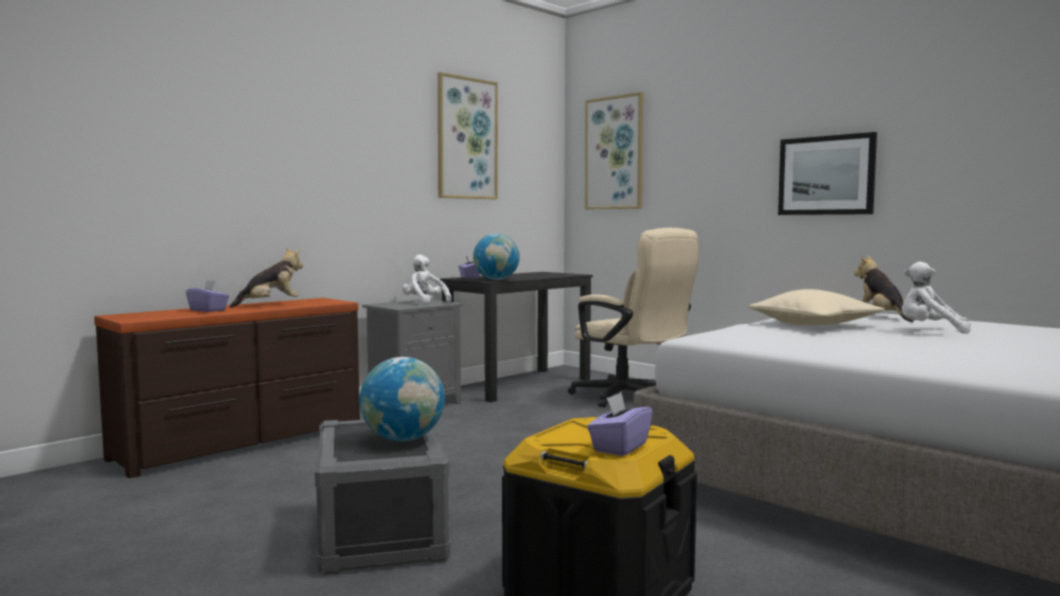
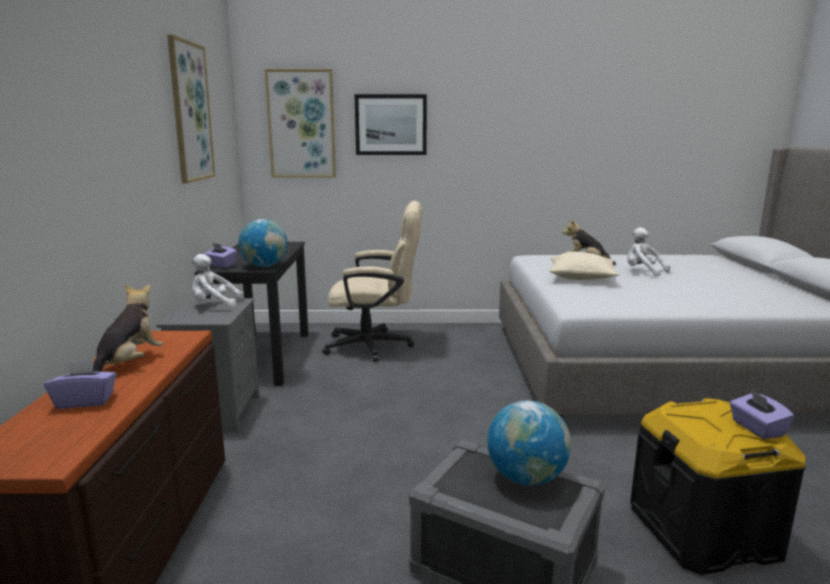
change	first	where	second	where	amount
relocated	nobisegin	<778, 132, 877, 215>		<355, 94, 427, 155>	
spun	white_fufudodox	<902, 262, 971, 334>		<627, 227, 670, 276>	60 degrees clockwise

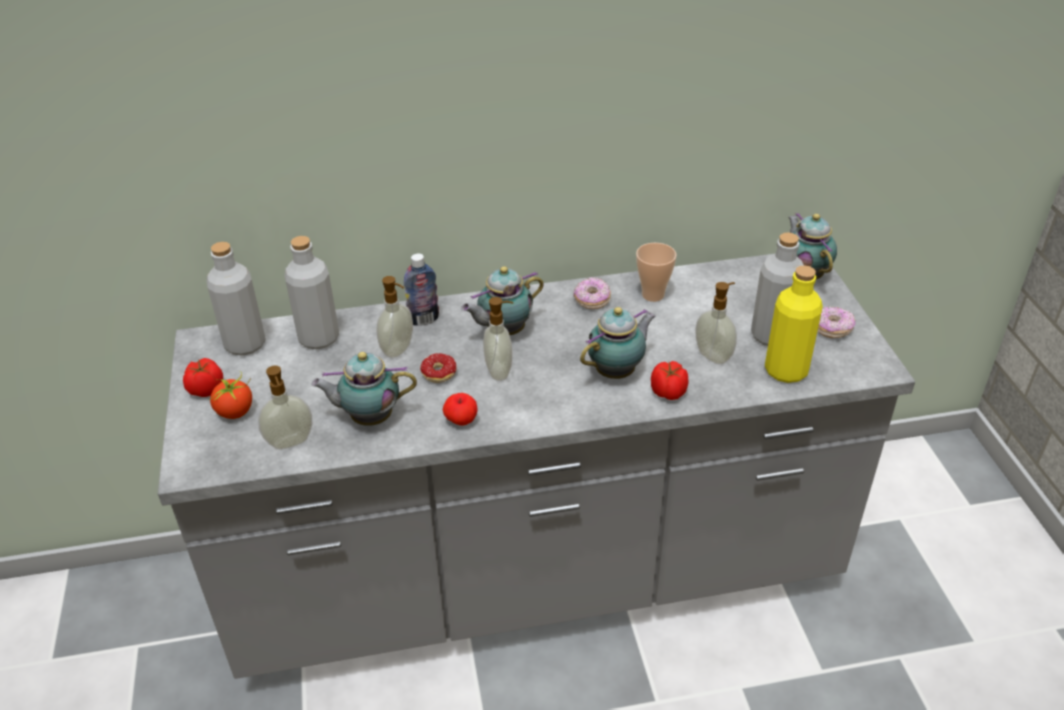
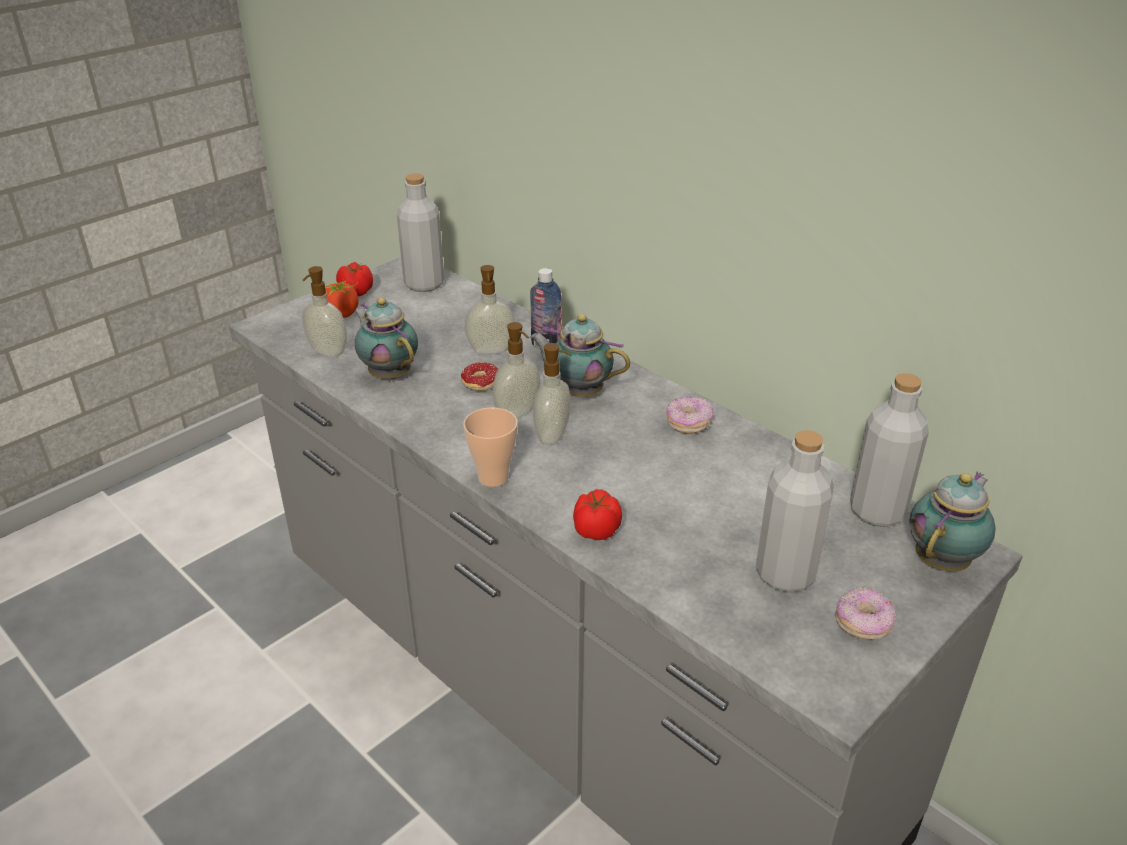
change	first	where	second	where	amount
relocated	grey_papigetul	<284, 236, 339, 349>		<850, 373, 929, 527>	
relocated	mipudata	<636, 243, 677, 302>		<463, 407, 518, 487>	
missing	yellow_papigetul	<765, 265, 823, 383>			
relocated	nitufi	<696, 282, 737, 364>		<533, 343, 572, 445>	
missing	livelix	<580, 307, 656, 379>			
missing	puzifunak	<443, 393, 477, 426>			

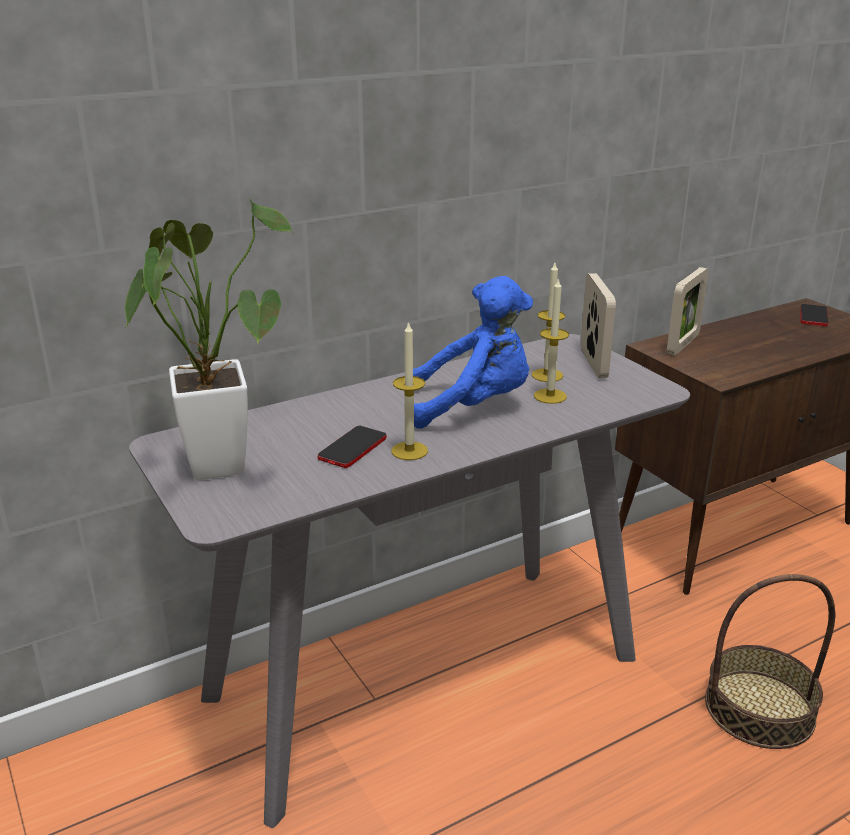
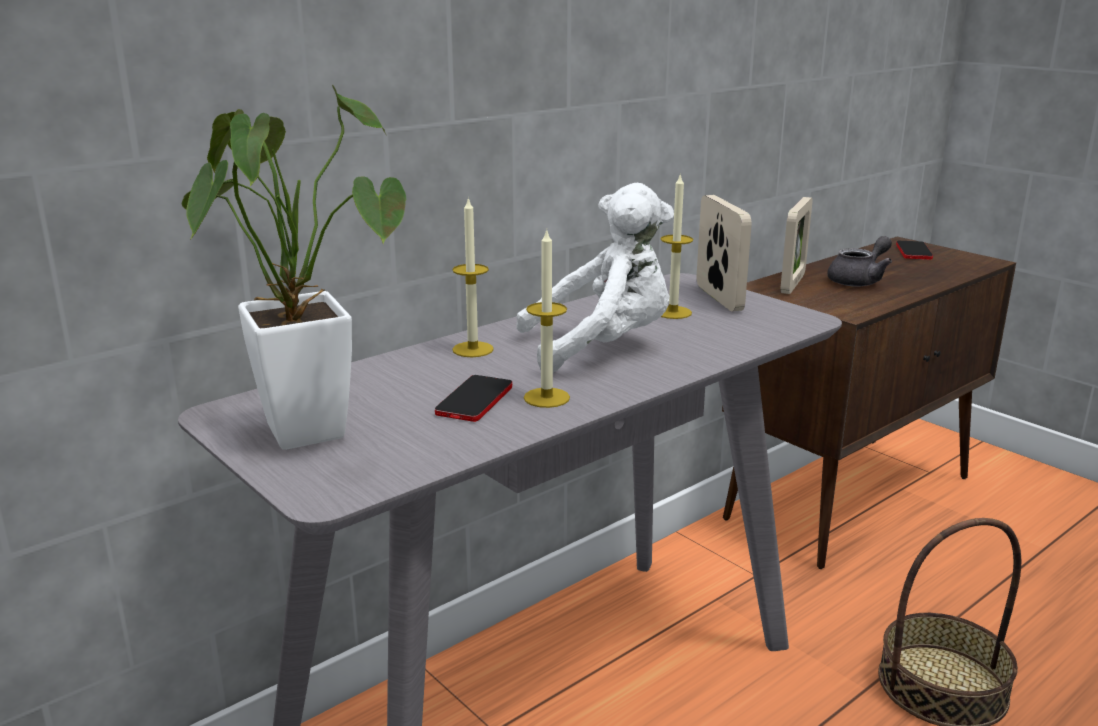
change	first	where	second	where	amount
colour	blue_fufudodox	<413, 276, 533, 429>	white_fufudodox	<516, 183, 674, 372>	
relocated	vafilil	<534, 277, 569, 404>		<452, 197, 494, 357>	
appeared			grey_livelix	<827, 236, 892, 287>	

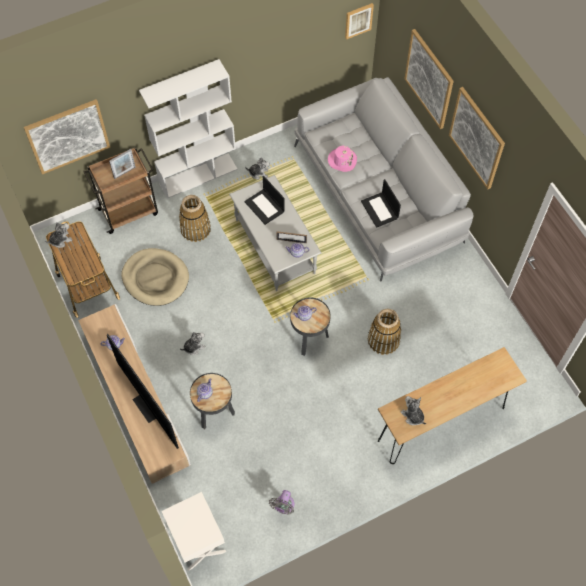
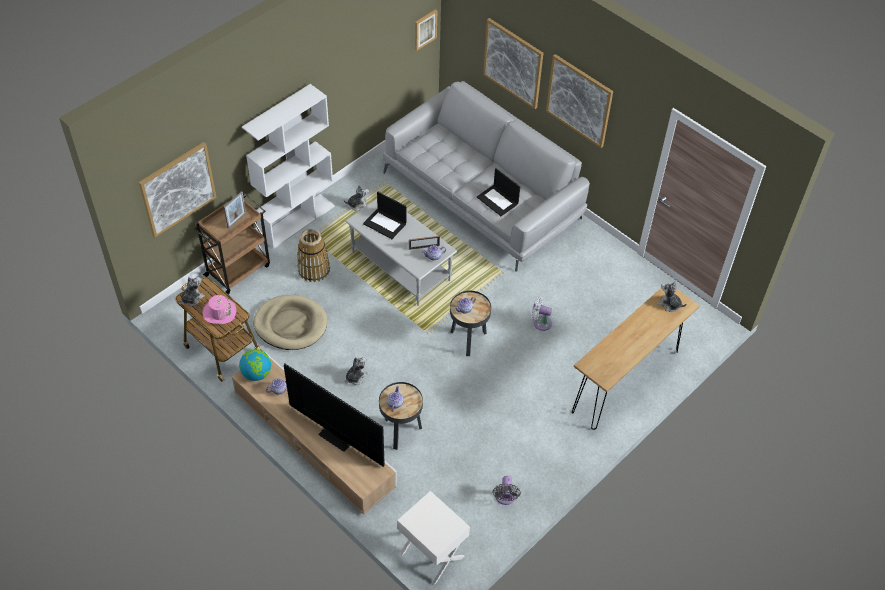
change	first	where	second	where	amount
relocated	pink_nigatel	<328, 146, 357, 172>		<202, 295, 236, 324>	
exchanged	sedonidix	<368, 308, 401, 355>	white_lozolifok	<531, 296, 552, 331>	
relocated	fufudodox	<400, 396, 426, 425>		<657, 280, 687, 312>	
appeared			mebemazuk	<239, 349, 271, 381>	

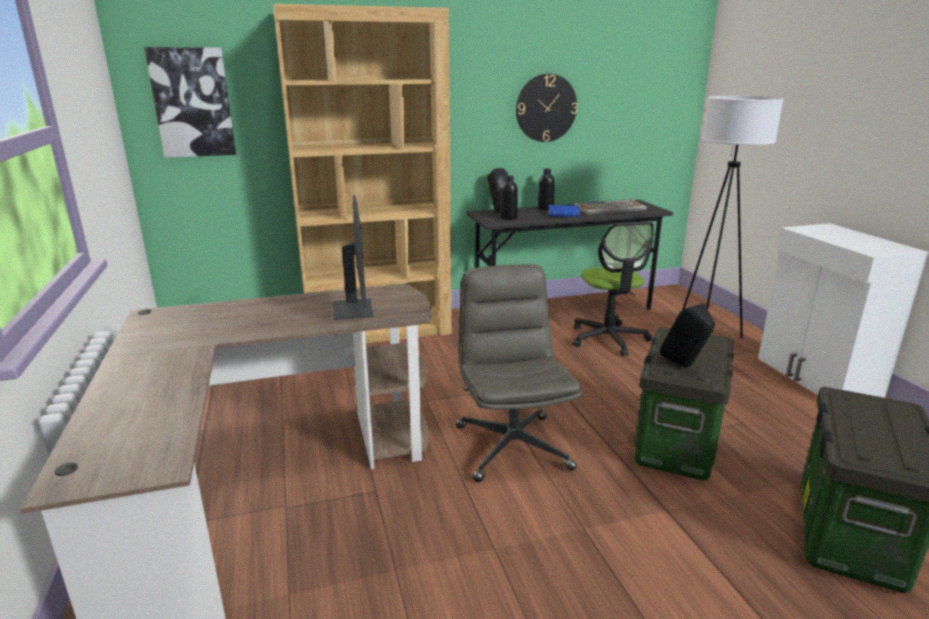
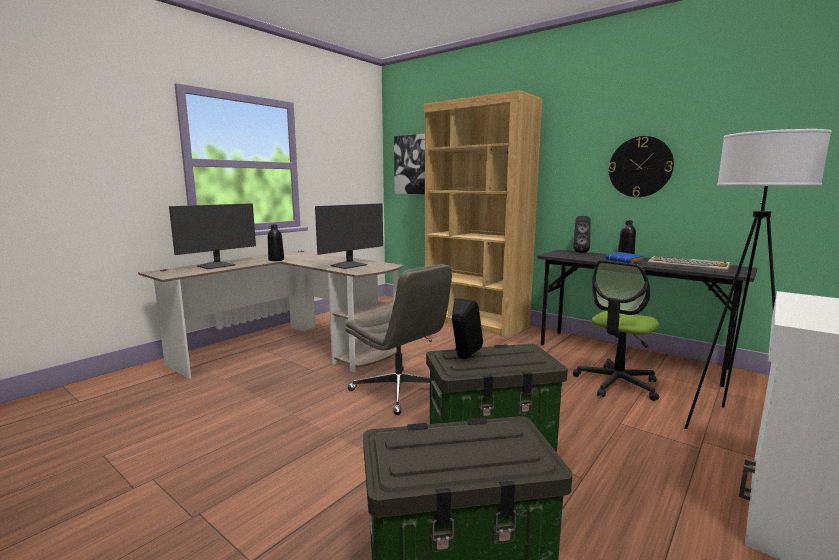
change	first	where	second	where	amount
relocated	black_papigetul	<500, 176, 518, 220>		<268, 224, 284, 261>	
spun	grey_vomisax	<456, 264, 582, 482>		<345, 264, 452, 415>	90 degrees clockwise
appeared			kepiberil	<169, 203, 256, 269>	

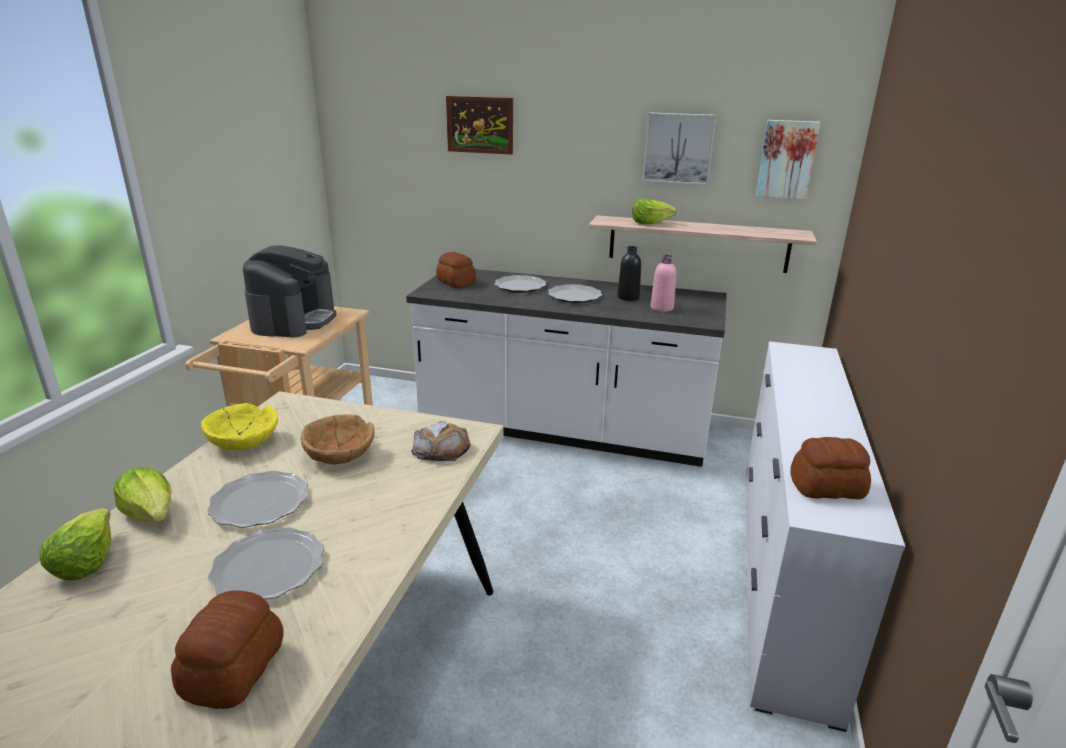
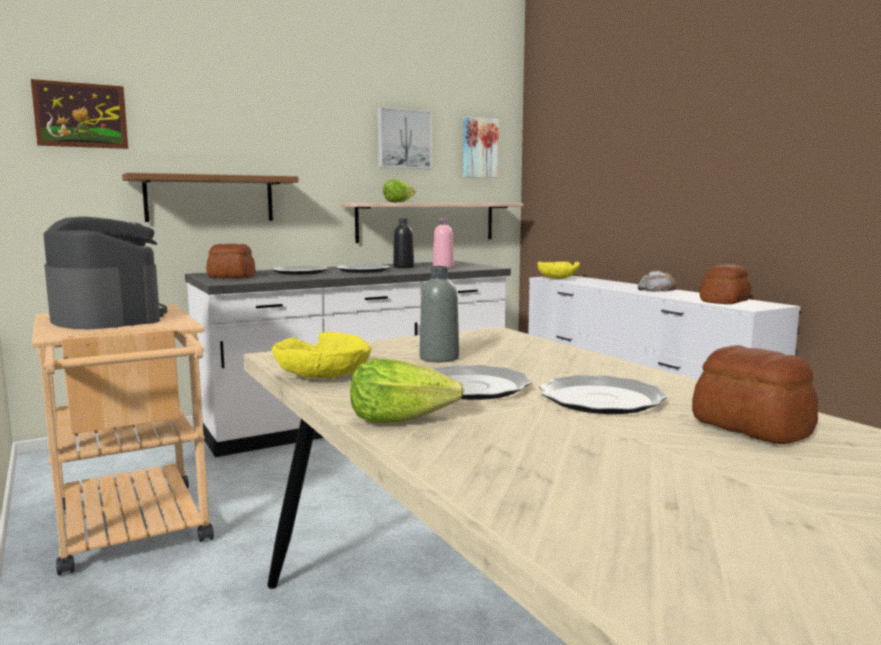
change	first	where	second	where	amount
relocated	nobisegin	<446, 96, 513, 155>		<31, 79, 128, 149>	
exchanged	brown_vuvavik	<300, 414, 374, 464>	grey_papigetul	<420, 266, 459, 362>	
relocated	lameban	<411, 421, 471, 461>		<638, 271, 678, 292>	
missing	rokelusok	<39, 508, 111, 580>			
appeared			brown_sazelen	<122, 173, 299, 222>	
appeared			yellow_vuvavik	<537, 262, 580, 279>	

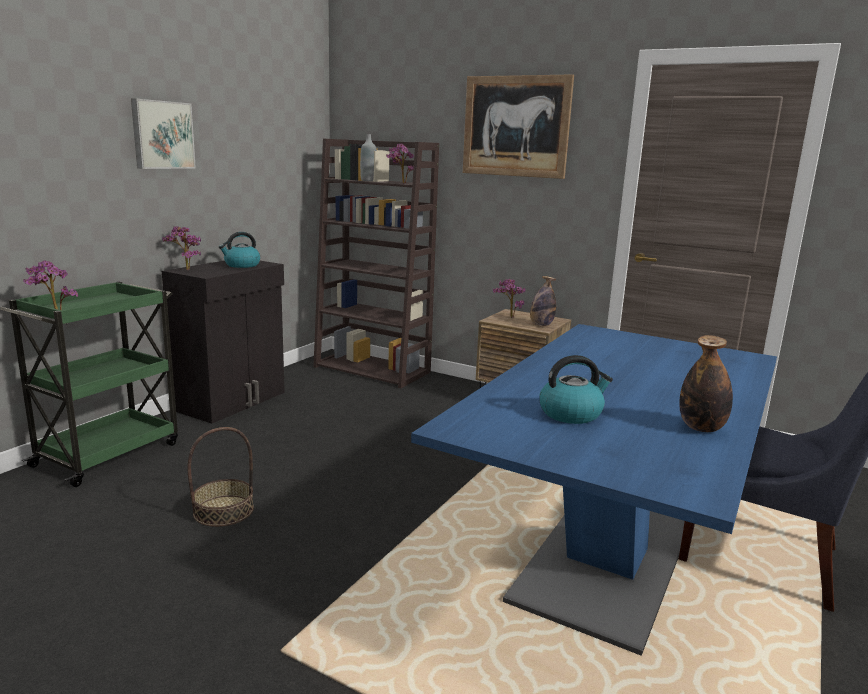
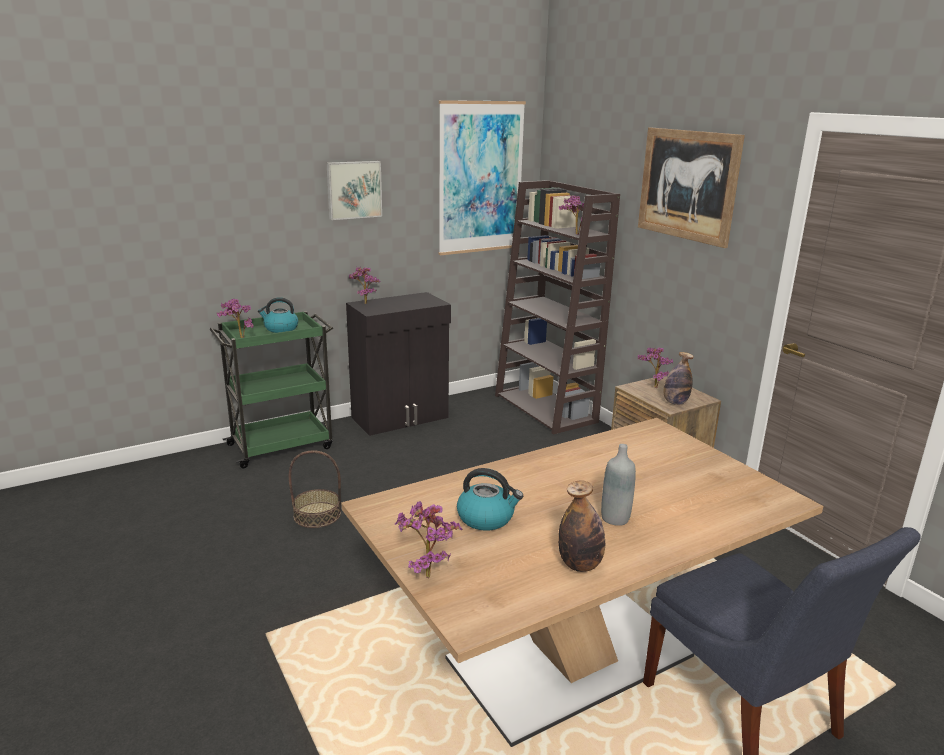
change	first	where	second	where	amount
relocated	grey_papigetul	<360, 134, 377, 181>		<601, 444, 636, 526>	
relocated	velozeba	<219, 232, 260, 268>		<258, 297, 298, 333>	
colour	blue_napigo	<411, 324, 777, 656>	brown_napigo	<341, 418, 823, 747>	
appeared			nobisegin	<439, 100, 526, 255>	
appeared			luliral	<395, 501, 462, 579>	

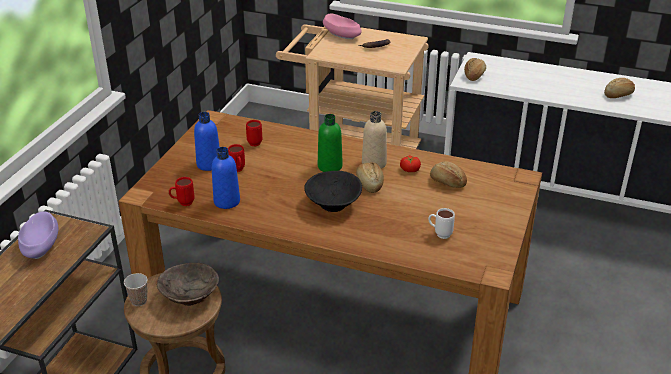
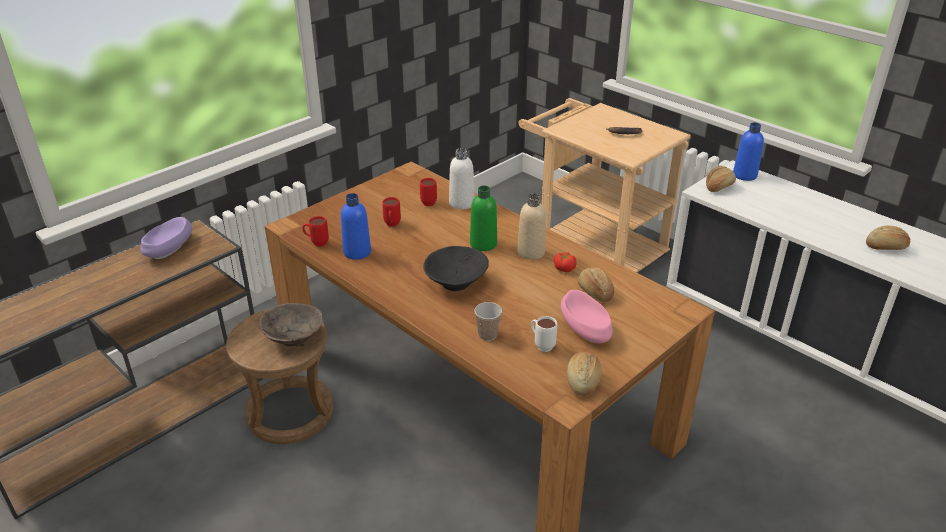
change	first	where	second	where	amount
relocated	pink_vuvavik	<323, 14, 362, 39>		<561, 290, 613, 343>	
relocated	blue_papigetul	<194, 112, 220, 171>		<733, 122, 764, 181>	
relocated	lameban	<356, 162, 384, 193>		<567, 352, 602, 396>	
relocated	mipudata	<124, 273, 148, 306>		<474, 302, 502, 341>	
appeared			white_papigetul	<449, 148, 475, 210>	

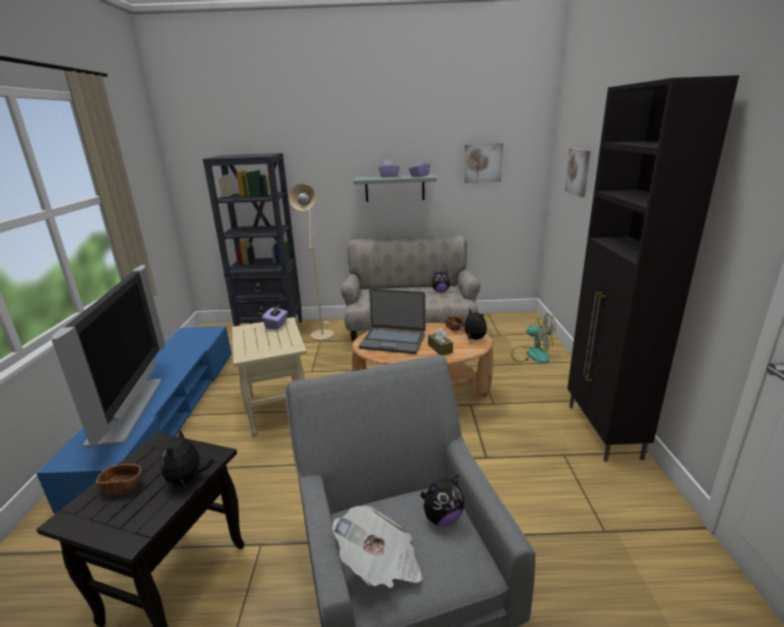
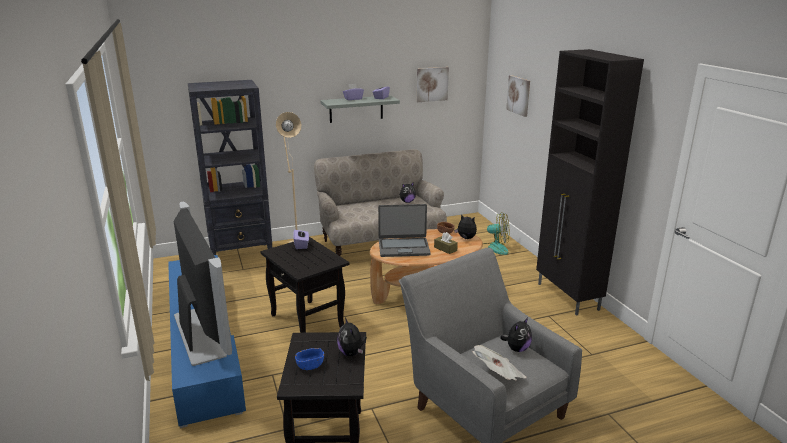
change	first	where	second	where	amount
colour	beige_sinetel	<232, 317, 307, 436>	black_sinetel	<260, 237, 350, 333>	
colour	brown_vuvavik	<96, 464, 142, 495>	blue_vuvavik	<295, 348, 324, 370>	

